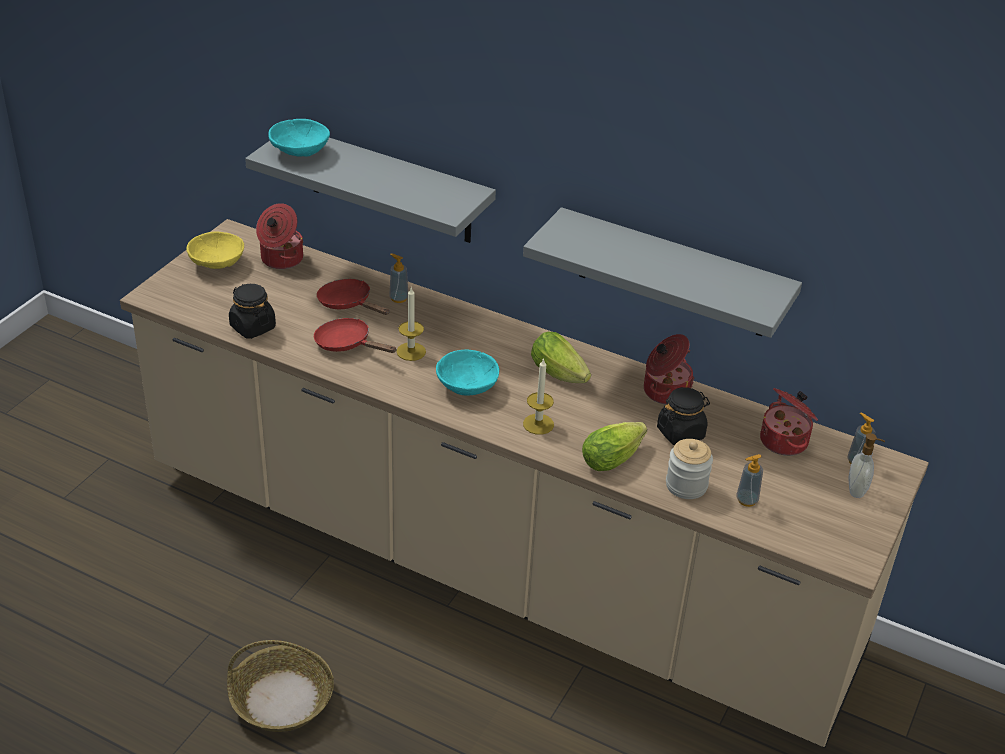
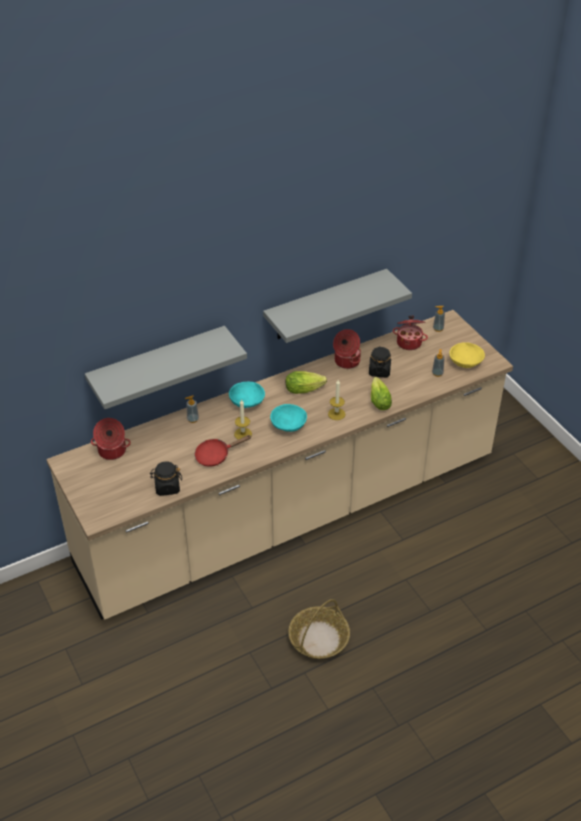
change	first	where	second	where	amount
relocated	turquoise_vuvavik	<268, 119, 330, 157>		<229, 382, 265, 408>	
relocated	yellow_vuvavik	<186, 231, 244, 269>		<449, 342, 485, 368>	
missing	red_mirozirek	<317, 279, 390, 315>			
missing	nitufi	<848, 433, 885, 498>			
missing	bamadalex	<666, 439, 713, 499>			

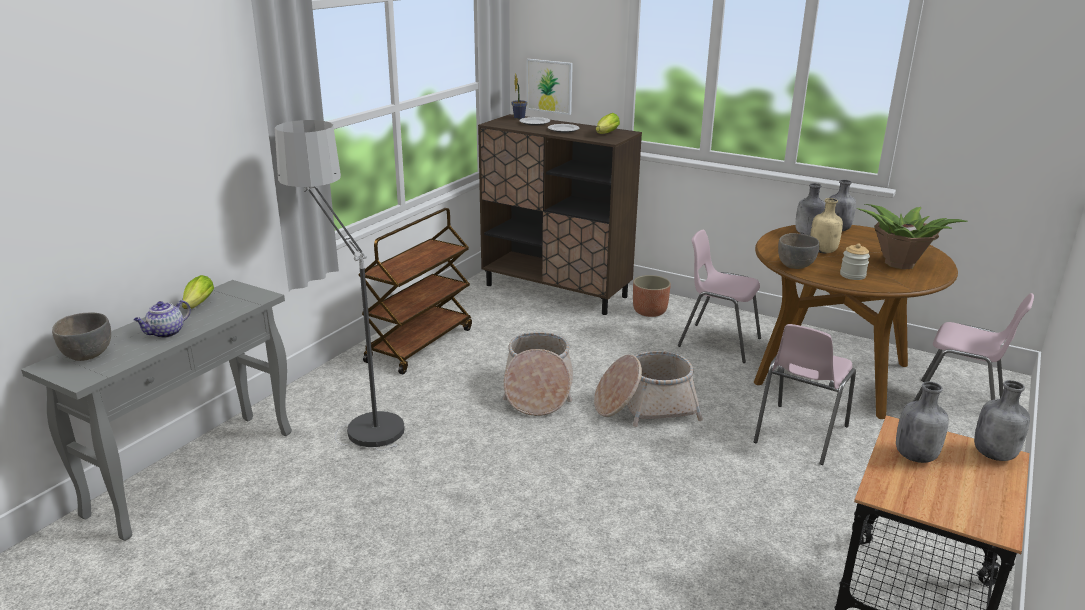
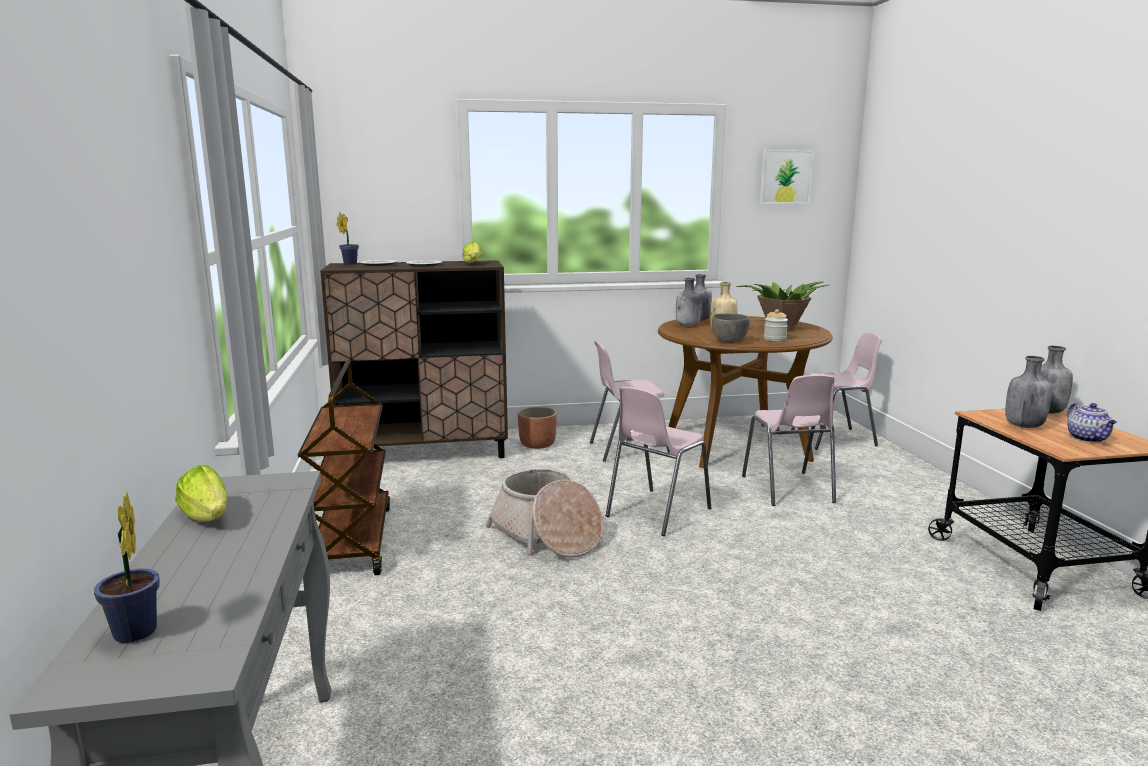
change	first	where	second	where	amount
relocated	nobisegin	<527, 59, 573, 115>		<760, 150, 814, 204>	
missing	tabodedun	<275, 120, 405, 451>			
relocated	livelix	<134, 300, 191, 338>		<1067, 403, 1117, 443>	
exchanged	grey_vuvavik	<52, 313, 111, 361>	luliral	<94, 492, 159, 643>	
exchanged	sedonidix	<594, 351, 703, 427>	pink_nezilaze	<606, 387, 711, 536>	

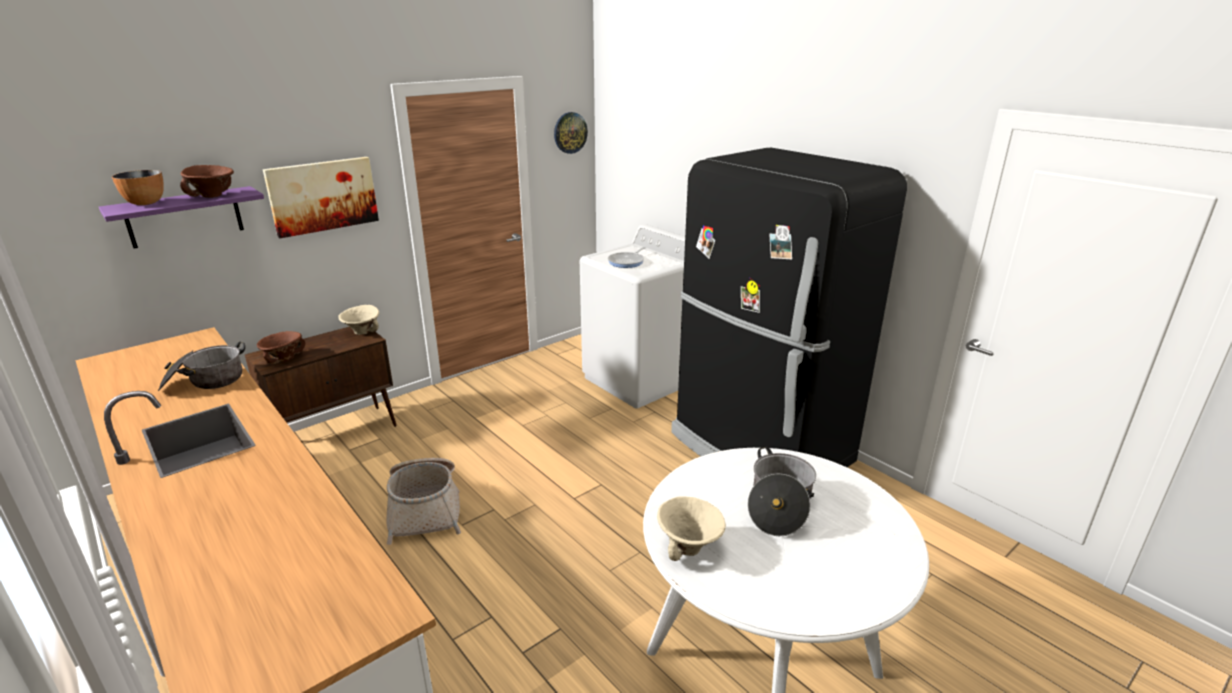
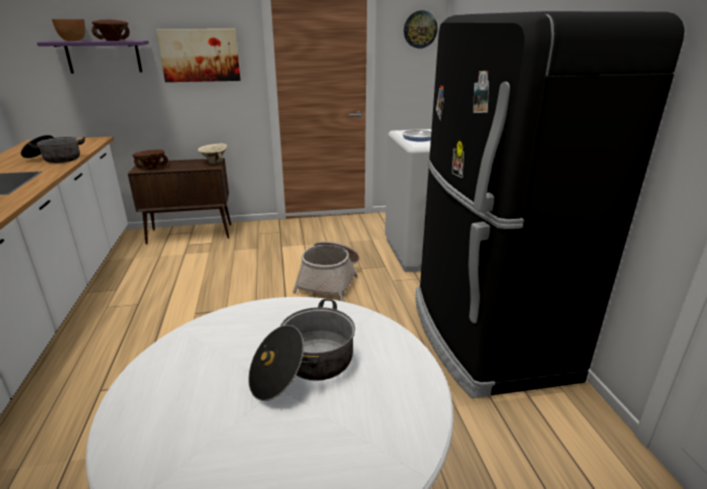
change	first	where	second	where	amount
relocated	sedonidix	<387, 458, 461, 545>		<292, 241, 359, 301>	
missing	beige_vuvavik	<657, 496, 726, 561>			

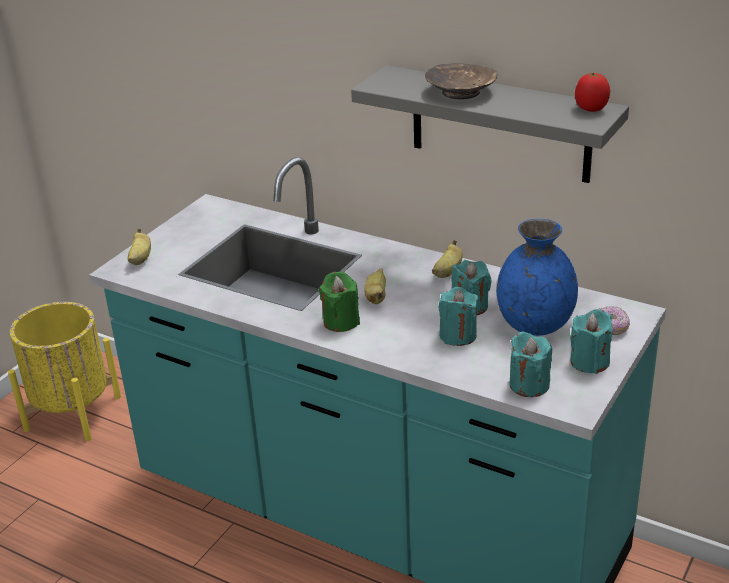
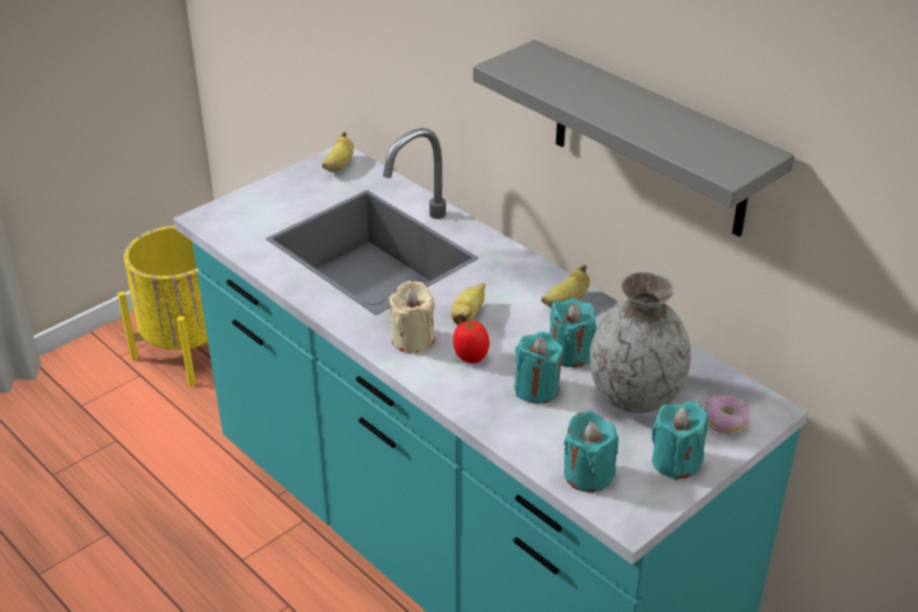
change	first	where	second	where	amount
missing	brown_vuvavik	<425, 63, 498, 99>			
relocated	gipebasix	<575, 73, 610, 112>		<453, 321, 489, 363>	
colour	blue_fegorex	<497, 219, 578, 336>	grey_fegorex	<590, 271, 691, 413>	
relocated	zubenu	<128, 228, 151, 265>		<322, 132, 354, 172>	
colour	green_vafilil	<319, 272, 360, 332>	beige_vafilil	<389, 281, 435, 353>	

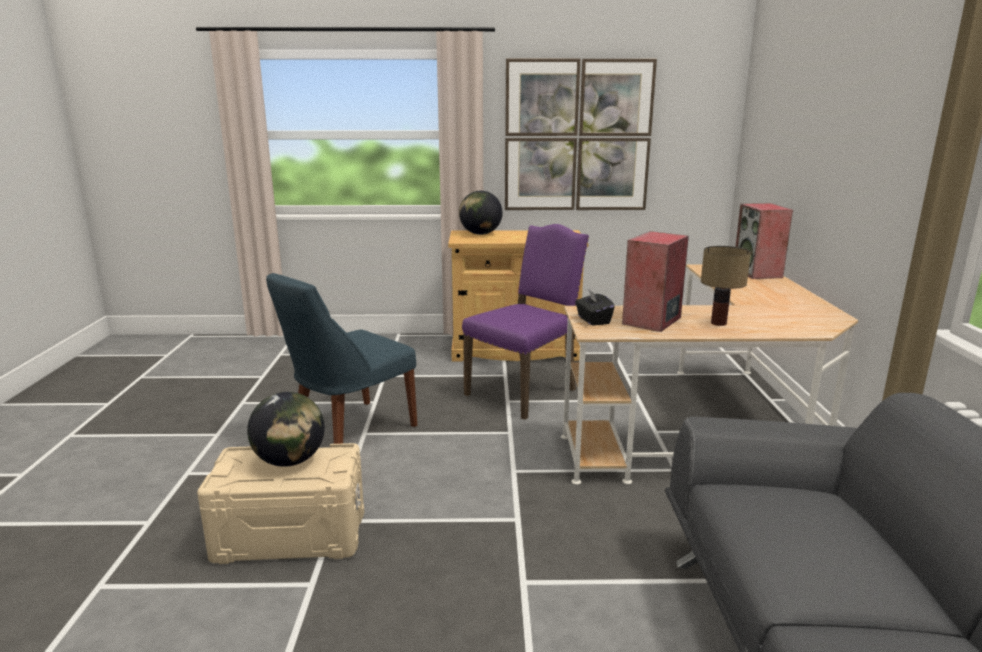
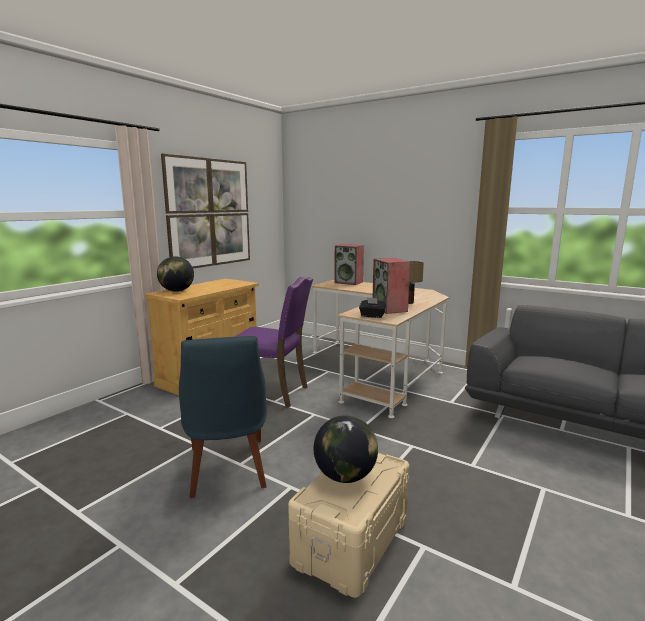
change	first	where	second	where	amount
spun	purple_nezilaze	<462, 224, 589, 420>		<234, 277, 313, 408>	120 degrees clockwise

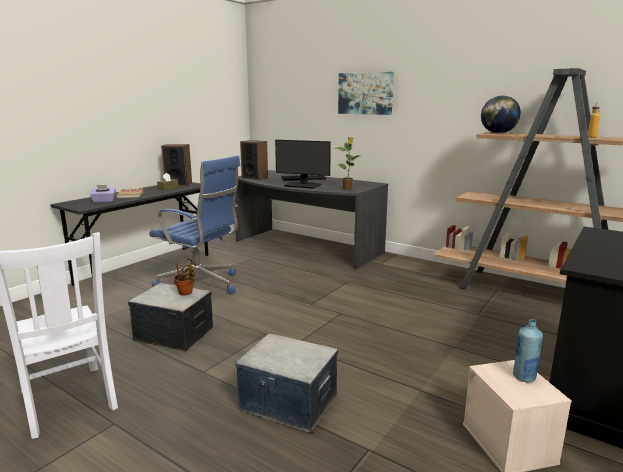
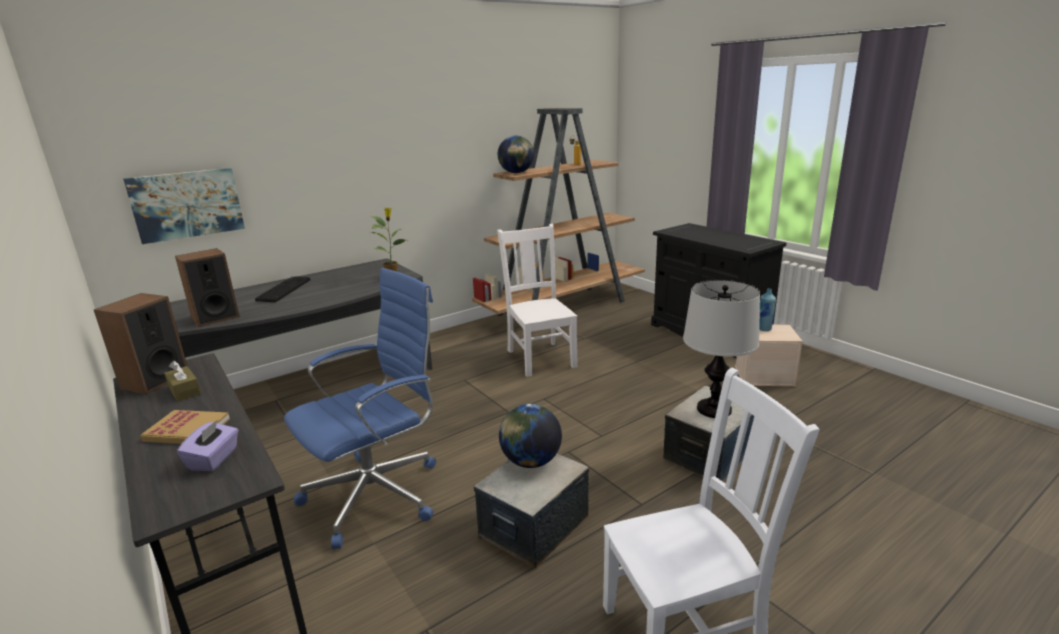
change	first	where	second	where	amount
relocated	nobisegin	<338, 72, 394, 115>		<123, 168, 245, 244>	
missing	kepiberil	<275, 140, 331, 189>			
exchanged	luliral	<173, 258, 196, 295>	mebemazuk	<499, 404, 562, 468>	
appeared			white_nezilaze	<497, 224, 578, 377>	
appeared			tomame	<683, 280, 760, 418>	

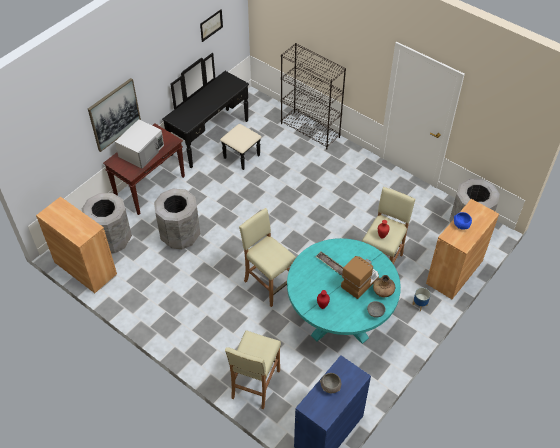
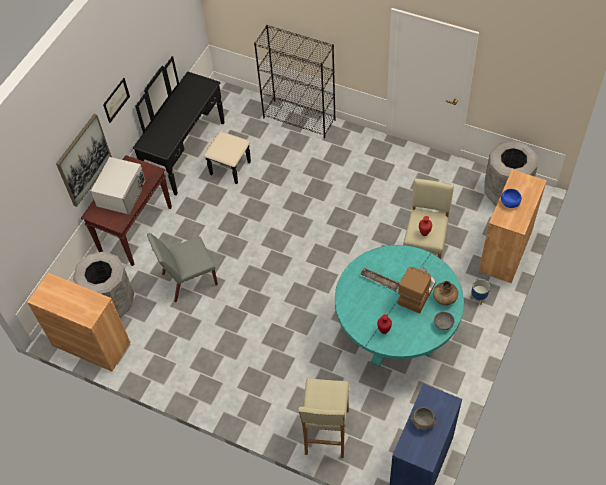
change	first	where	second	where	amount
relocated	nobisegin	<200, 9, 223, 42>		<103, 78, 130, 123>	
exchanged	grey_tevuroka	<154, 189, 200, 249>	grey_nezilaze	<147, 233, 218, 302>	
missing	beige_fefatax	<239, 208, 296, 307>			

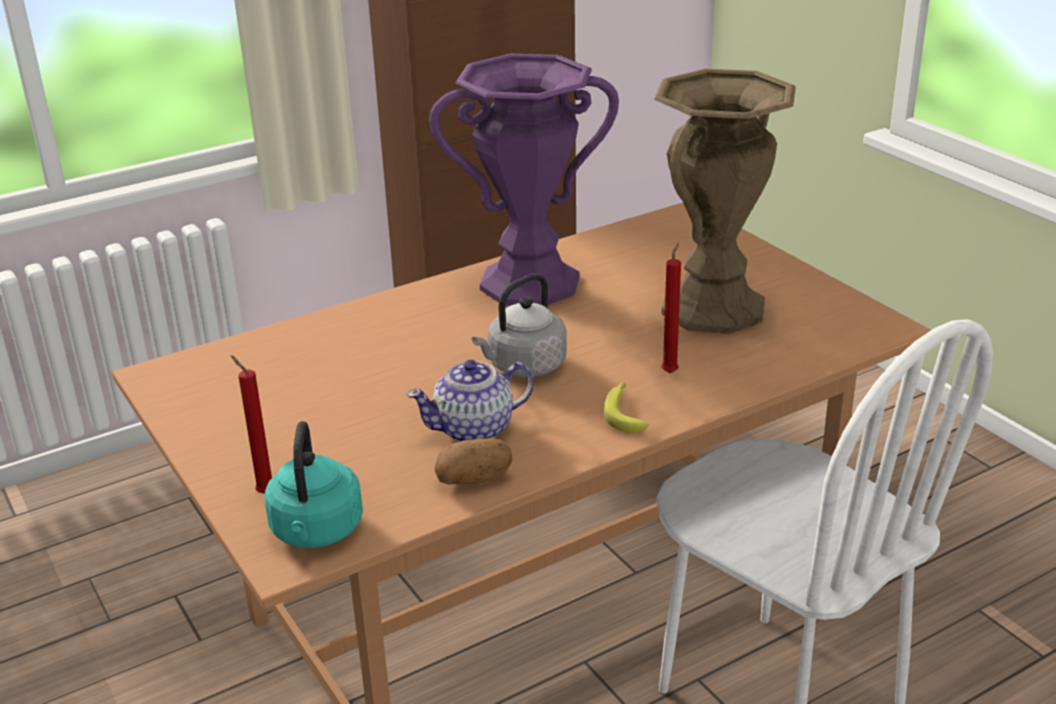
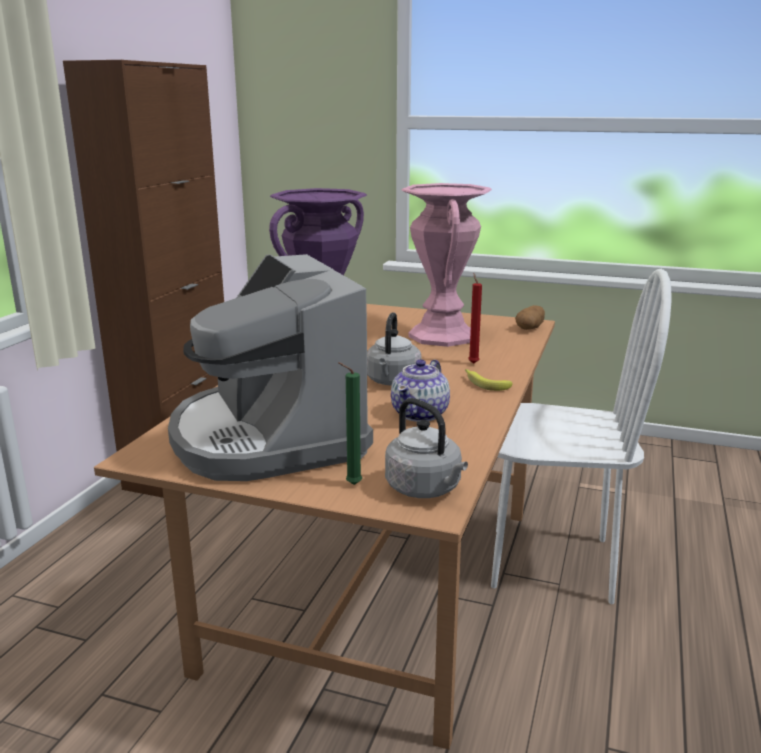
change	first	where	second	where	amount
colour	brown_fegorex	<654, 69, 796, 334>	pink_fegorex	<401, 183, 492, 347>	
colour	red_vafilil	<231, 355, 272, 494>	green_vafilil	<338, 362, 362, 485>	
colour	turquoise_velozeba	<264, 421, 363, 548>	grey_velozeba	<385, 398, 468, 498>	
relocated	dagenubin	<435, 438, 512, 484>		<515, 305, 545, 330>	
appeared			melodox	<168, 254, 373, 481>	

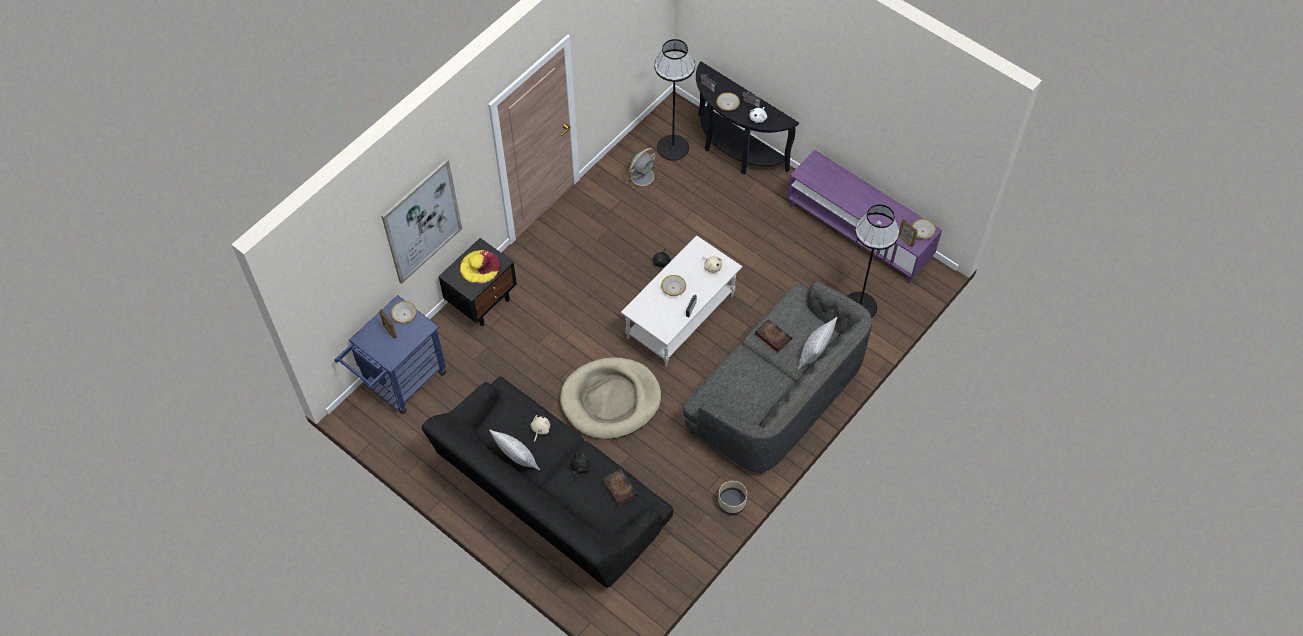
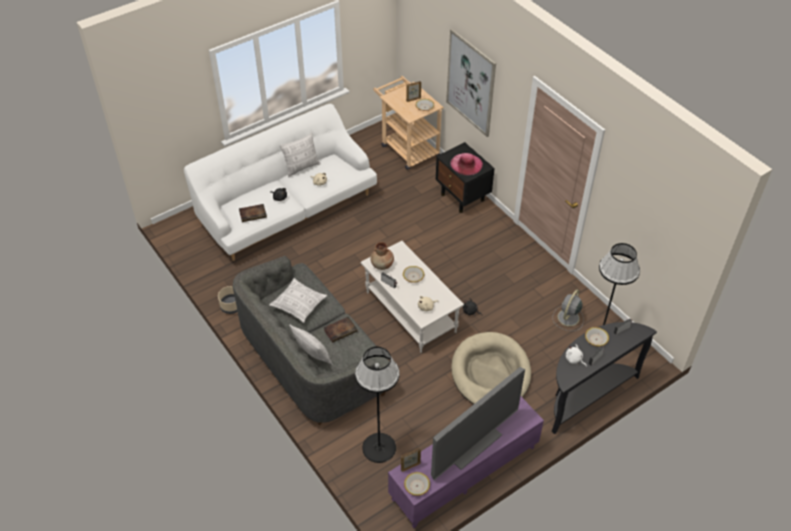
change	first	where	second	where	amount
spun	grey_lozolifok	<625, 148, 660, 190>		<552, 289, 584, 331>	60 degrees clockwise
colour	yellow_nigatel	<460, 250, 501, 284>	pink_nigatel	<450, 153, 483, 176>	
colour	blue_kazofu	<334, 295, 446, 414>	beige_kazofu	<373, 76, 444, 170>	
relocated	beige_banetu	<560, 357, 661, 439>		<451, 332, 531, 404>	
colour	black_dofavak	<422, 377, 673, 588>	white_dofavak	<184, 104, 377, 261>	
appeared			brown_fegorex	<371, 242, 394, 270>	
appeared			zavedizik	<269, 278, 327, 323>	
appeared			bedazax	<431, 367, 525, 480>	

